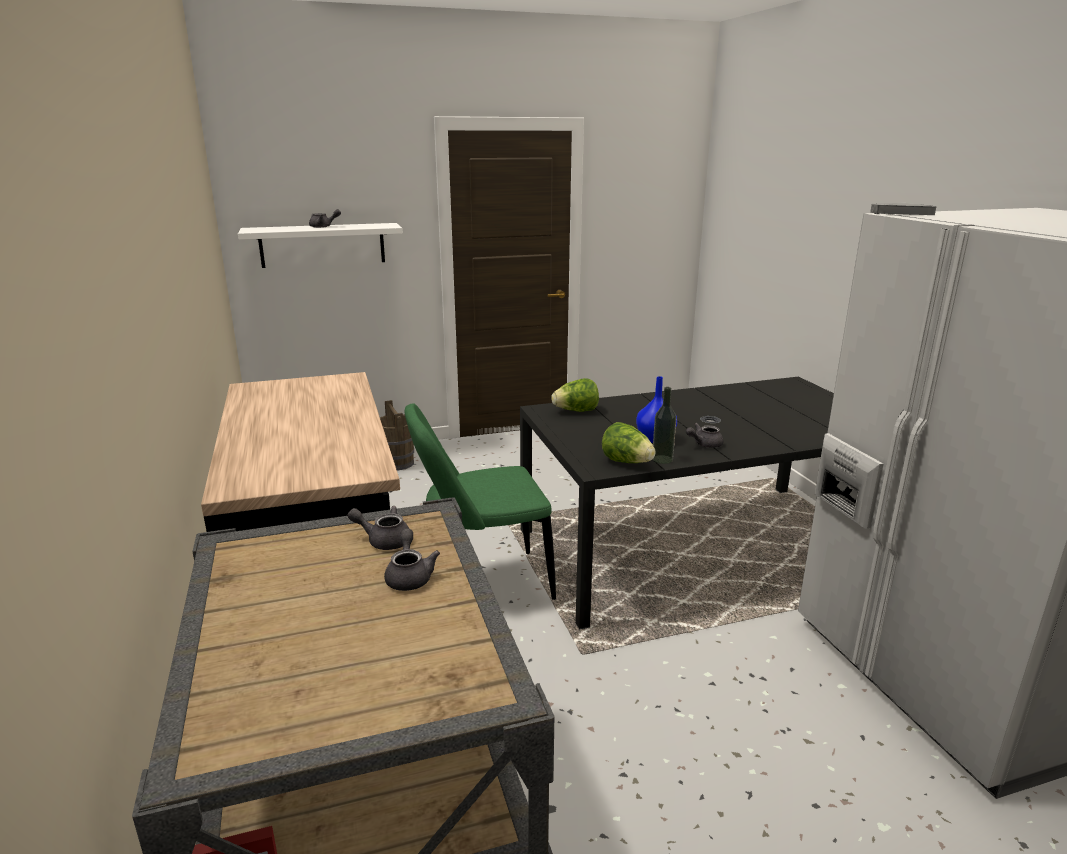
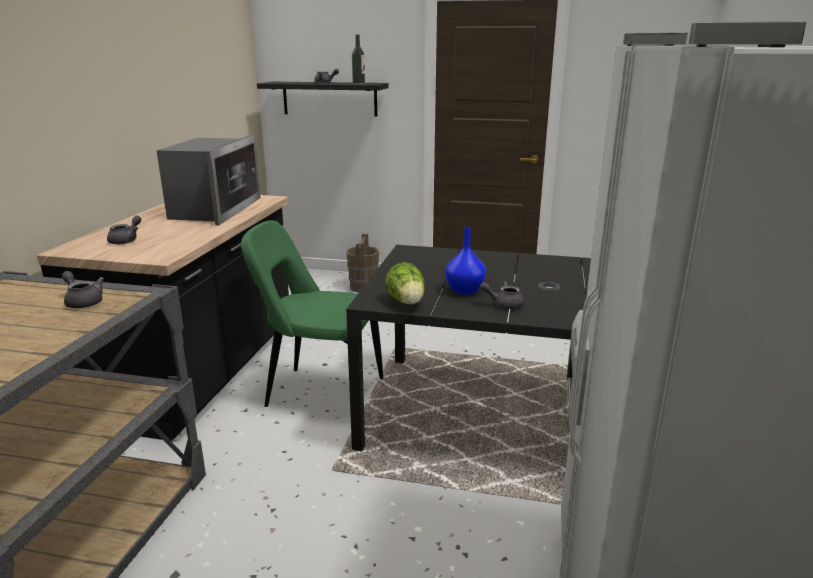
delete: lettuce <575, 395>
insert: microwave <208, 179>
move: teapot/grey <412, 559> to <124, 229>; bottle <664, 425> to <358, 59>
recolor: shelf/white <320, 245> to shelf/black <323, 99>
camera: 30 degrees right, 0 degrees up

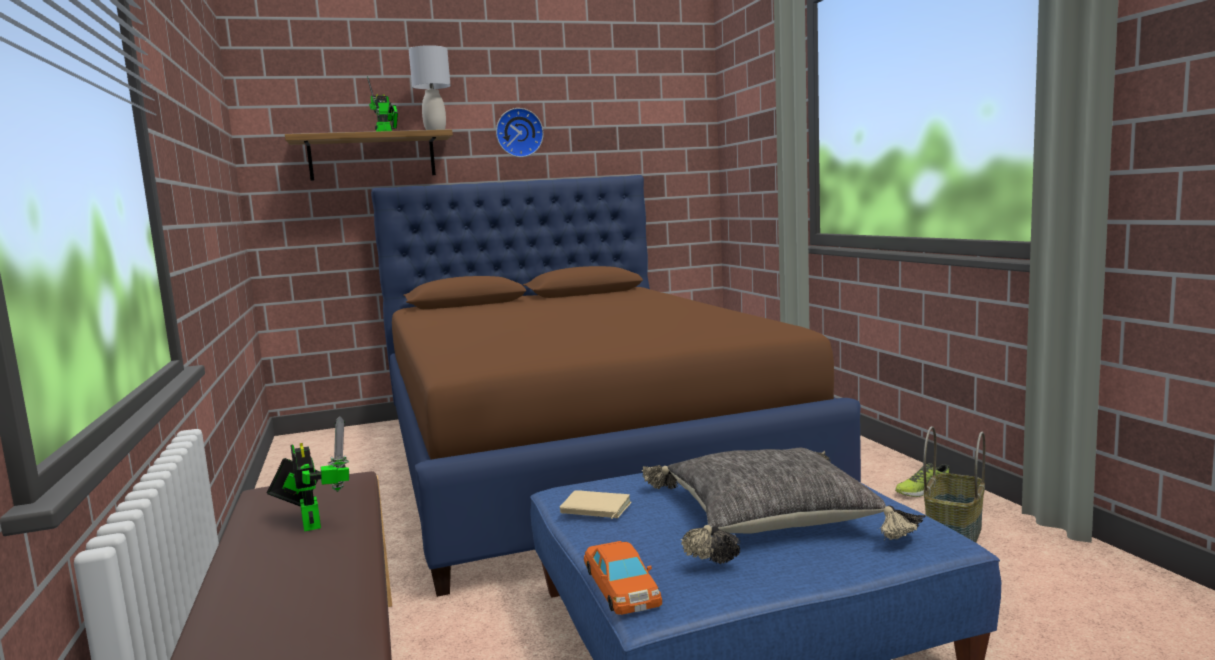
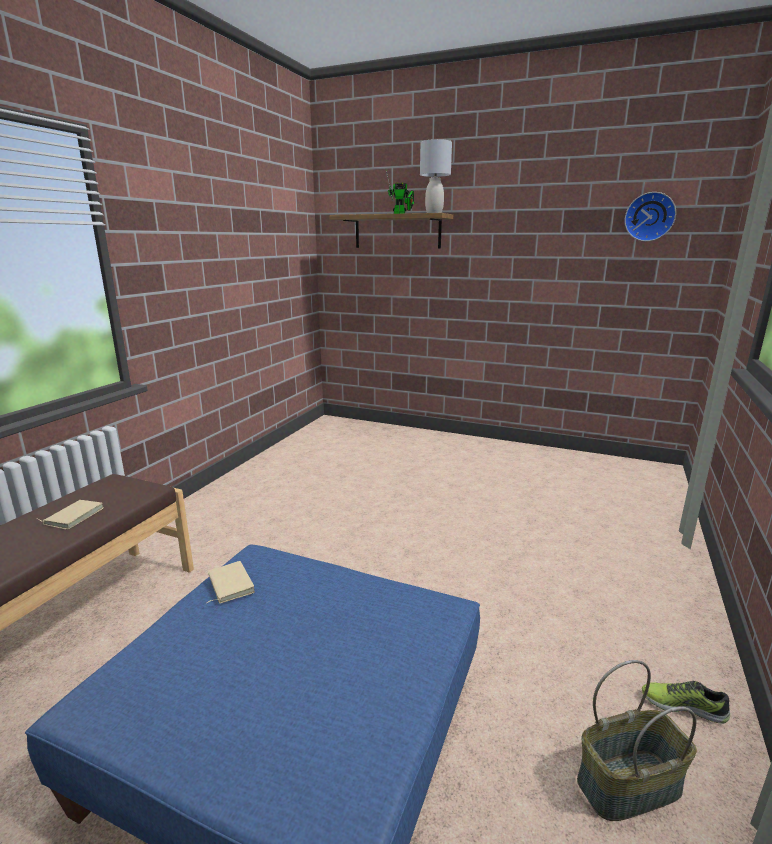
delete: bed/brown <616, 386>; toy car/orange <623, 578>; pillow <784, 505>
move: wall clock <520, 132> to <650, 216>
replace: toy robot <308, 474> to book/beige <70, 515>
camera: 40 degrees right, 10 degrees up

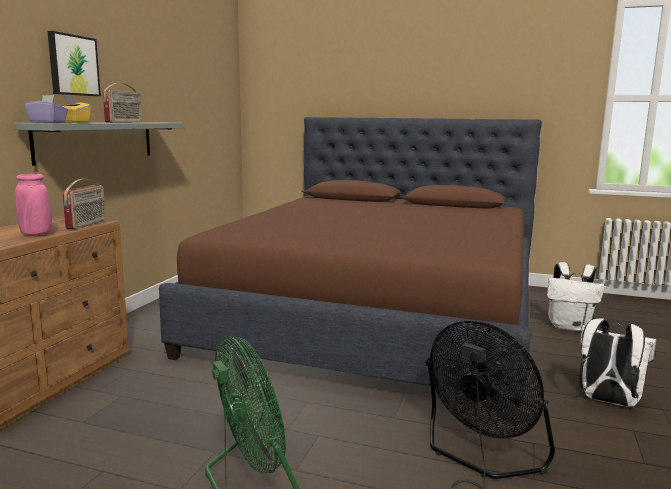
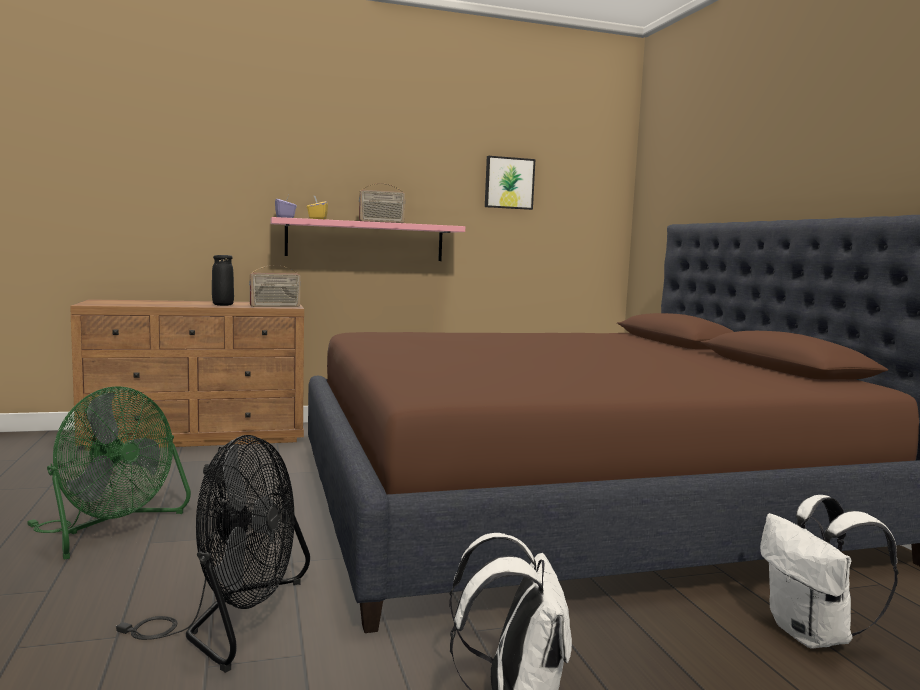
move: picture <74, 63> to <510, 183>
recolor: shelf/grey <99, 144> to shelf/pink <367, 239>; vase/pink <33, 204> to vase/black <223, 280>
camera: 55 degrees right, 5 degrees down

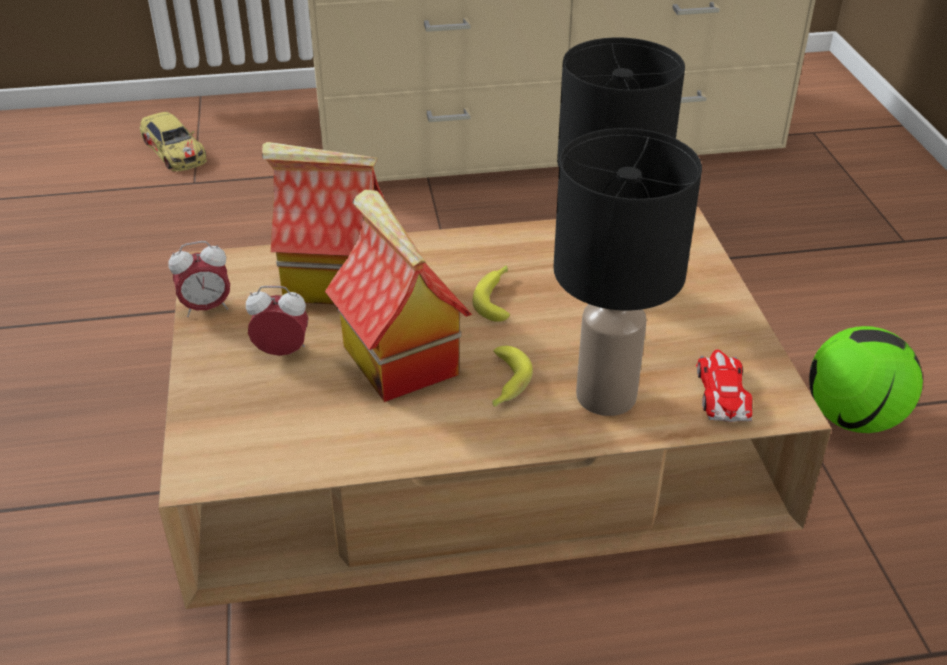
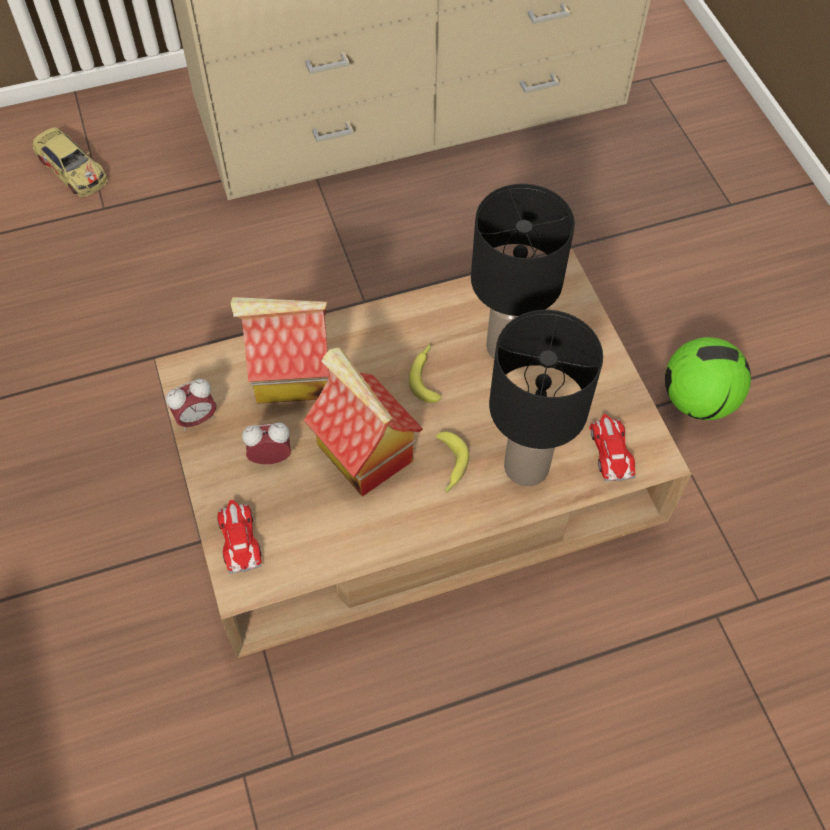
insert: toy car <239, 537>
camera: 10 degrees left, 20 degrees up

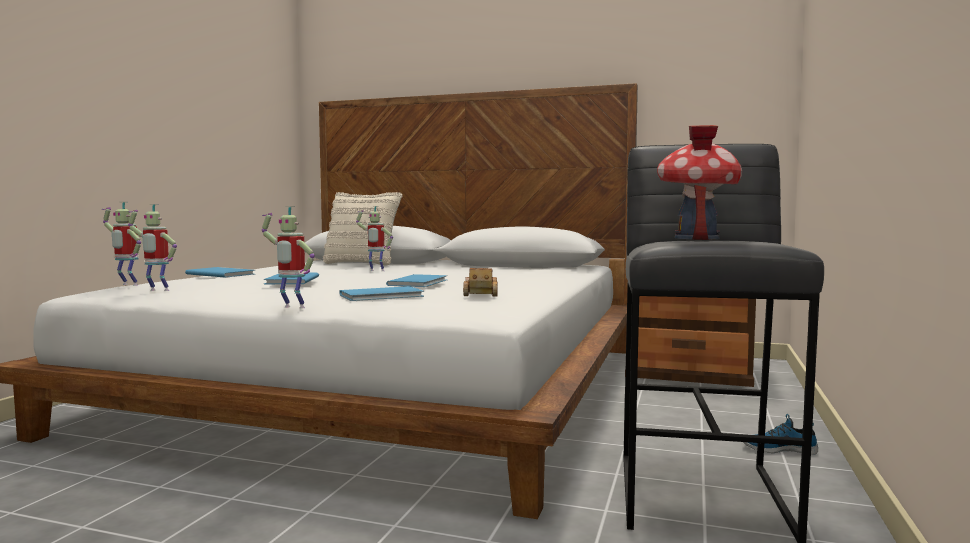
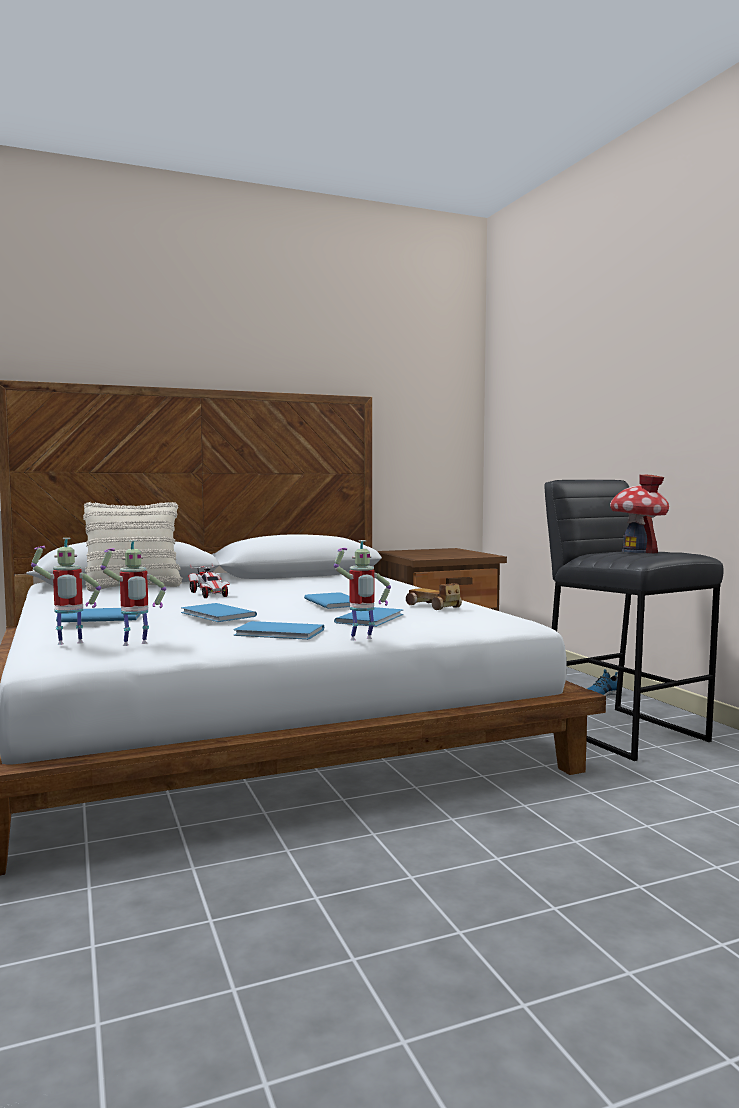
insert: book/blue <278, 630>
replace: toy robot <374, 238> to toy car <209, 581>
camera: 40 degrees left, 0 degrees up

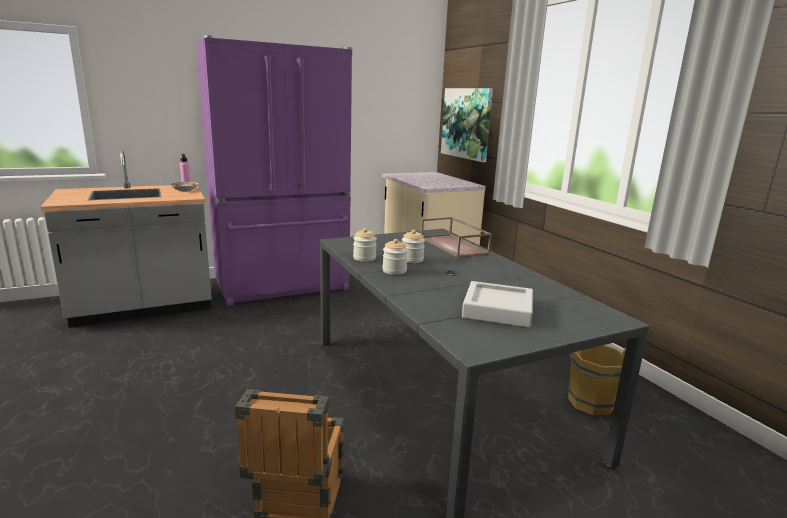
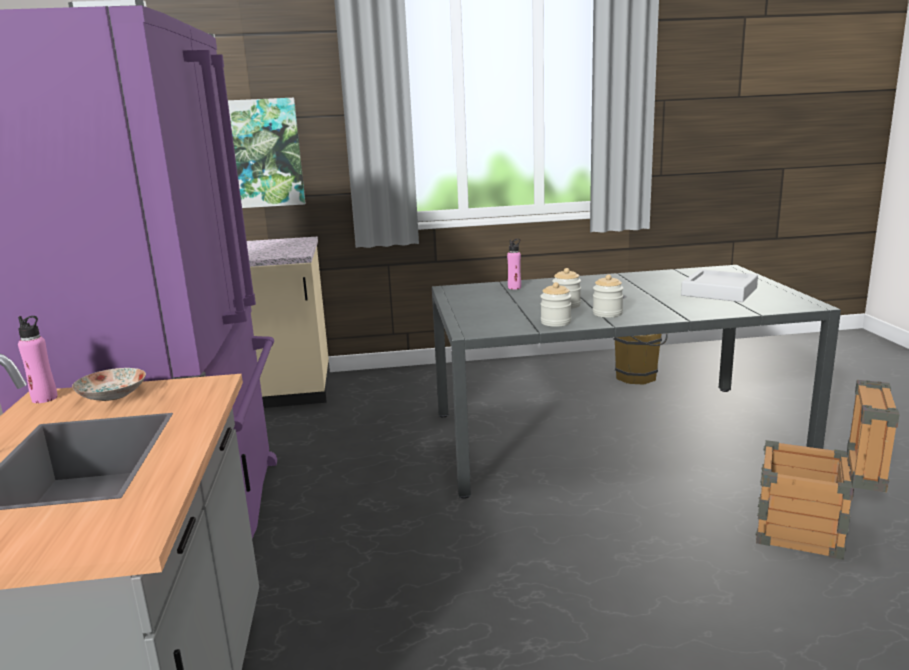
replace: tray/brown <456, 237> to bottle/pink <514, 264>
camera: 70 degrees left, 0 degrees up

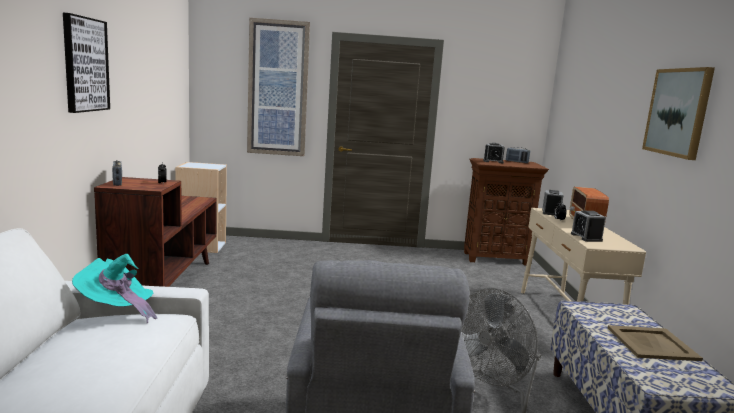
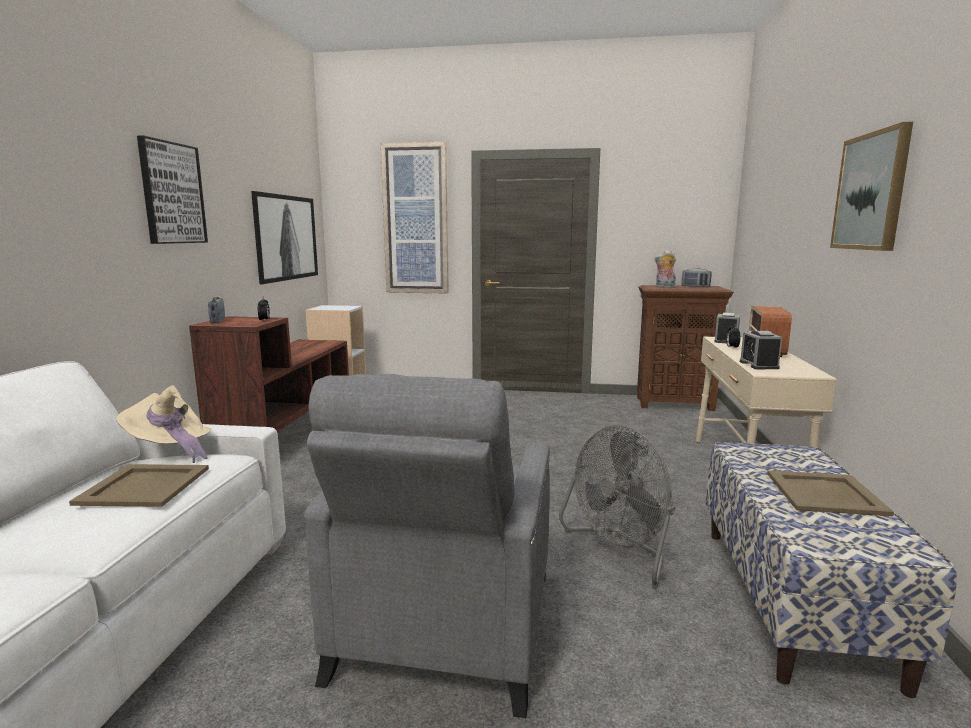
insert: tray/beige <139, 485>; picture <284, 237>
replace: alarm clock <494, 153> to plush toy <665, 269>
recolor: hat/turquoise <114, 288> to hat/beige <163, 424>
camera: 10 degrees right, 0 degrees up

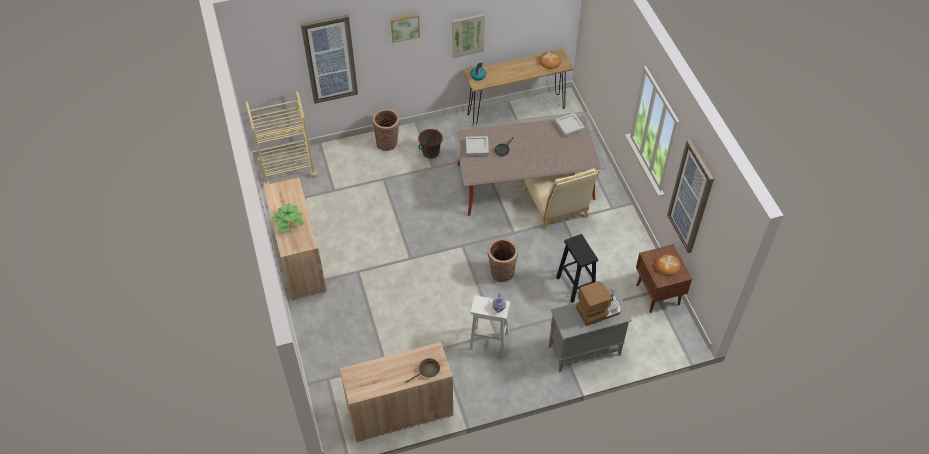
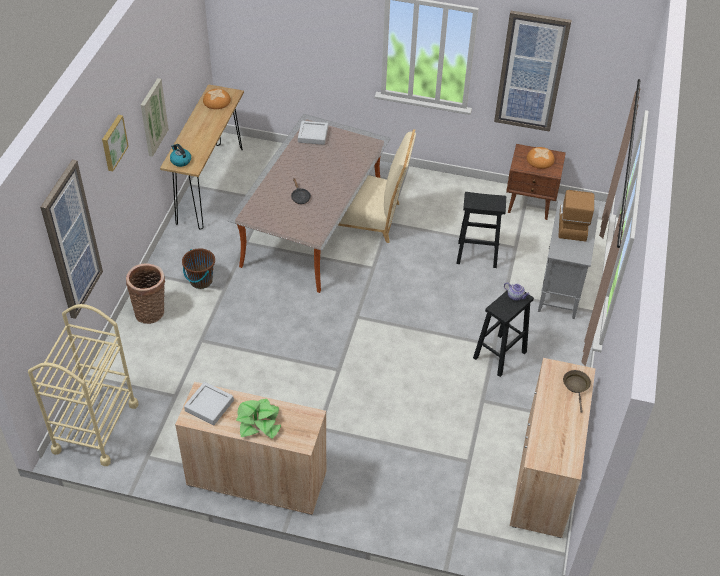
delete: basket <503, 260>
move: tray/grey <477, 146> to <209, 403>
recolor: stool/white <489, 325> to stool/black <503, 334>
camera: 60 degrees left, 5 degrees down

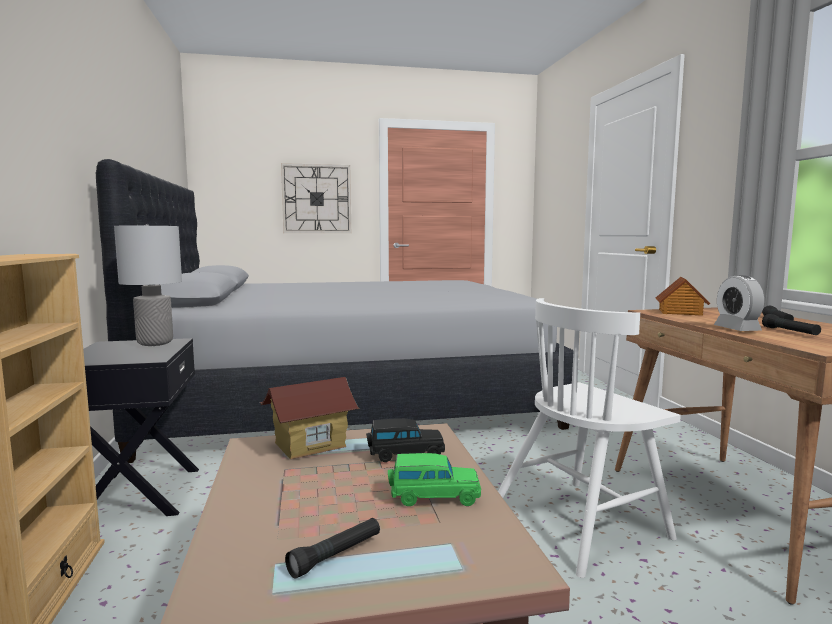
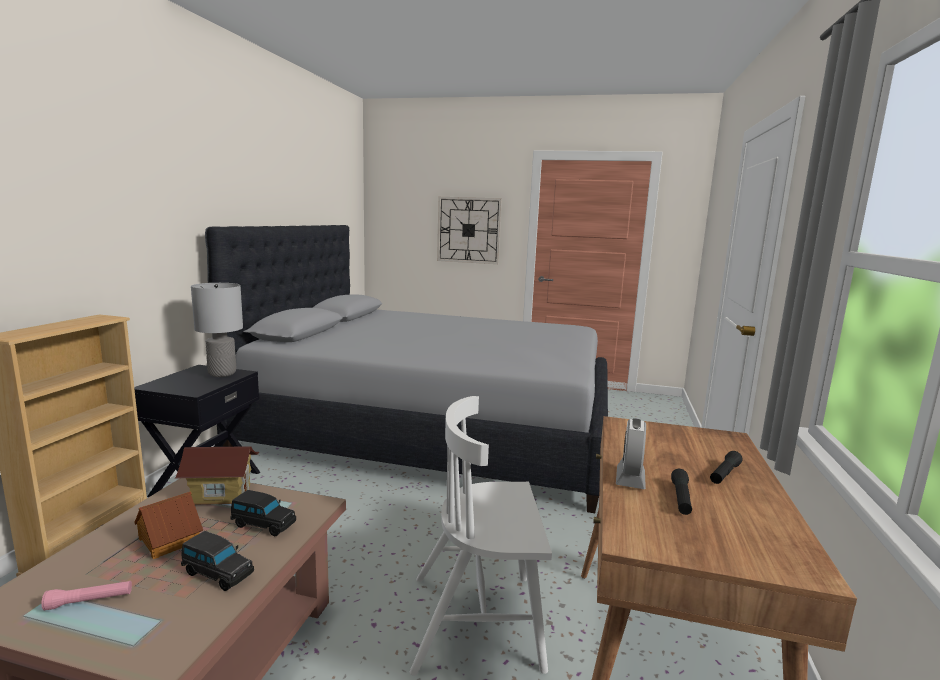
move: toy house <683, 296> to <168, 525>
recolor: flashlight/black <332, 548> to flashlight/pink <86, 595>; toy car/green <434, 479> to toy car/black <217, 561>
camera: 25 degrees right, 5 degrees up

